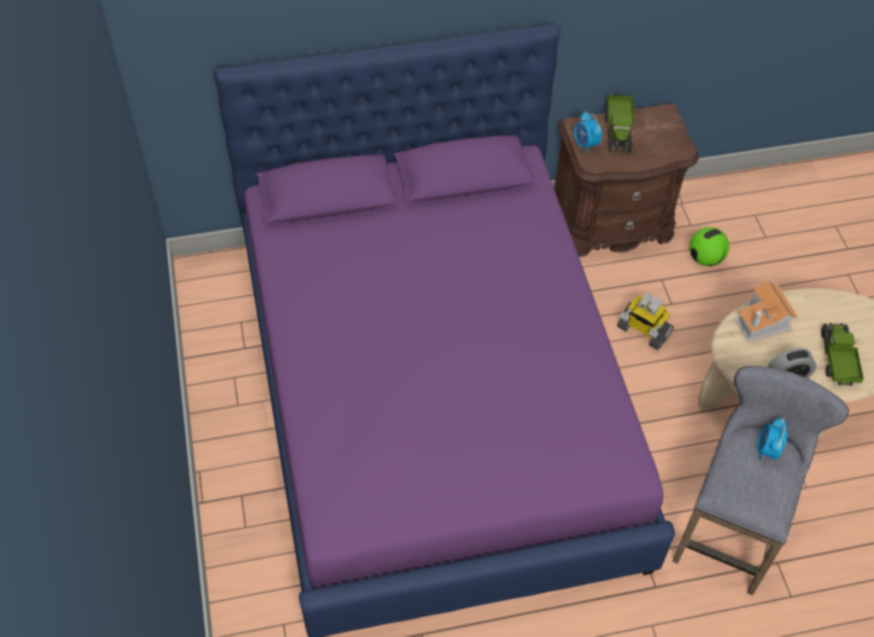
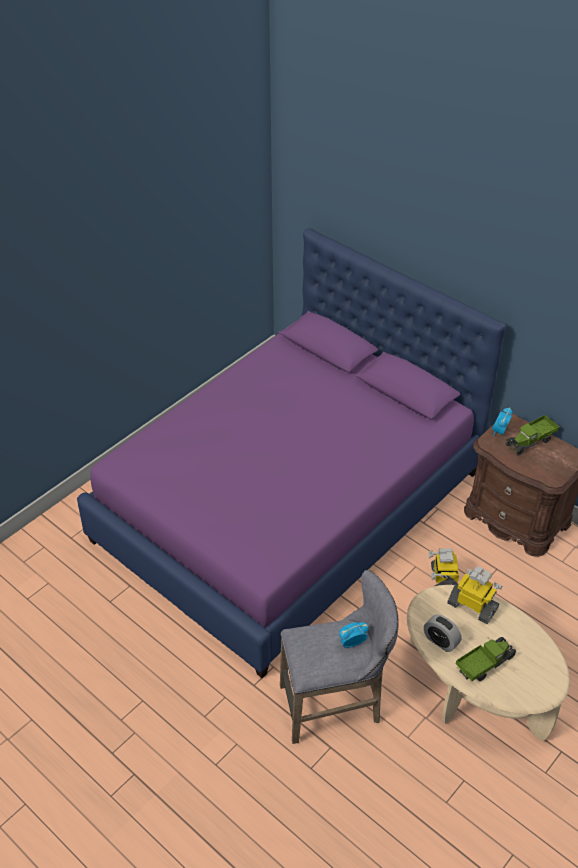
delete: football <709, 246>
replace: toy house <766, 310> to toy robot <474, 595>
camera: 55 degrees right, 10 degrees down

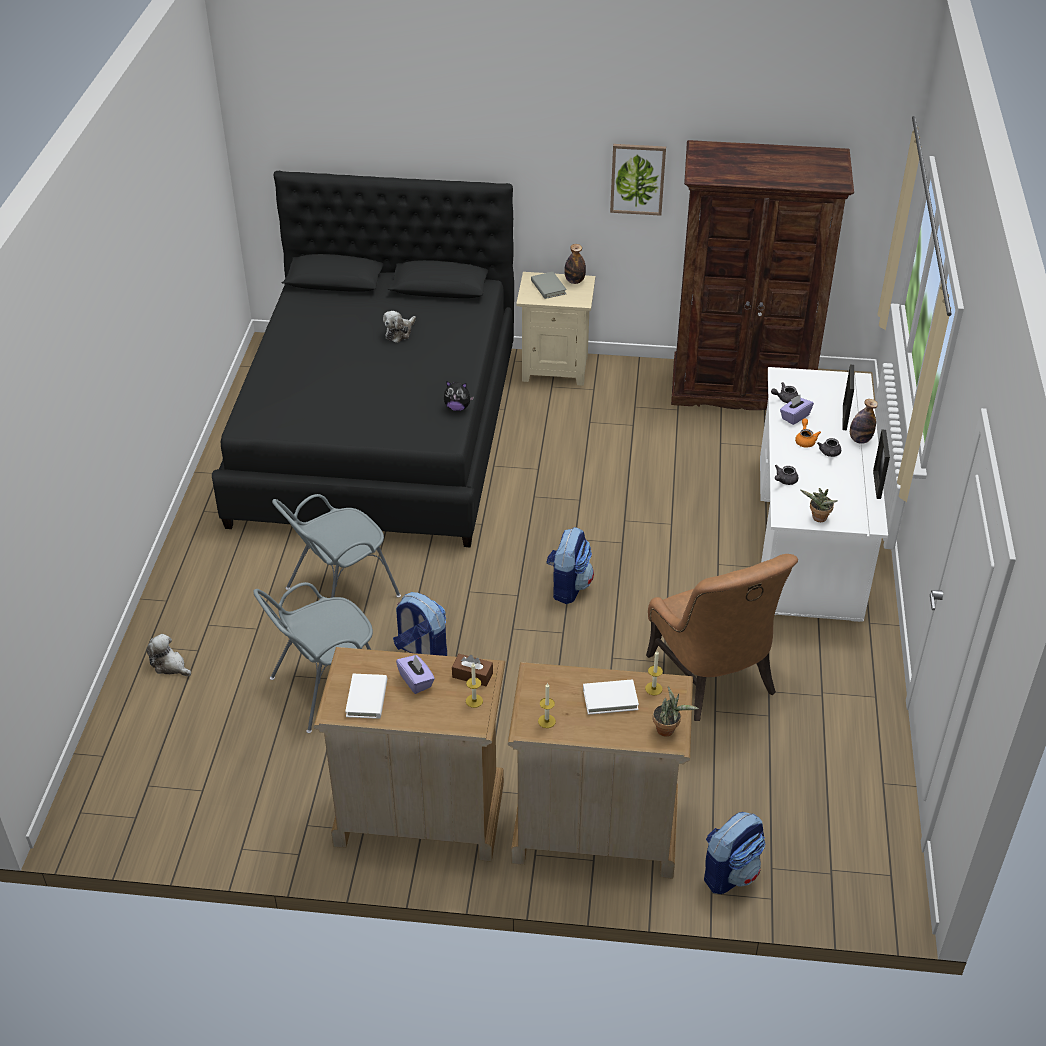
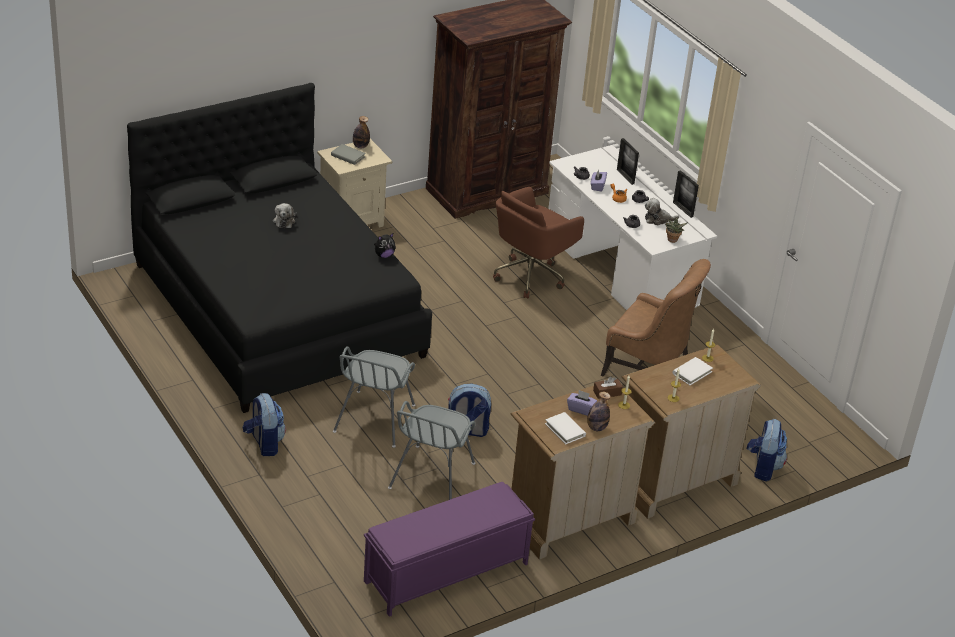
delete: picture <638, 180>; potted plant <676, 711>
insert: bench/purple <449, 549>; office chair/brown <538, 242>
move: plush toy <168, 655> to <662, 211>; backpack <570, 565> to <264, 424>; bottle <864, 421> to <599, 411>
camera: 40 degrees left, 5 degrees down

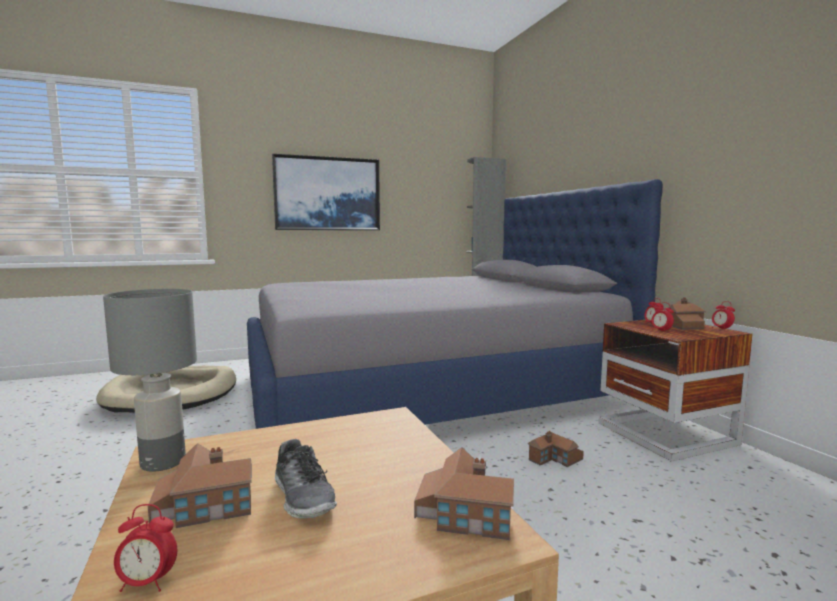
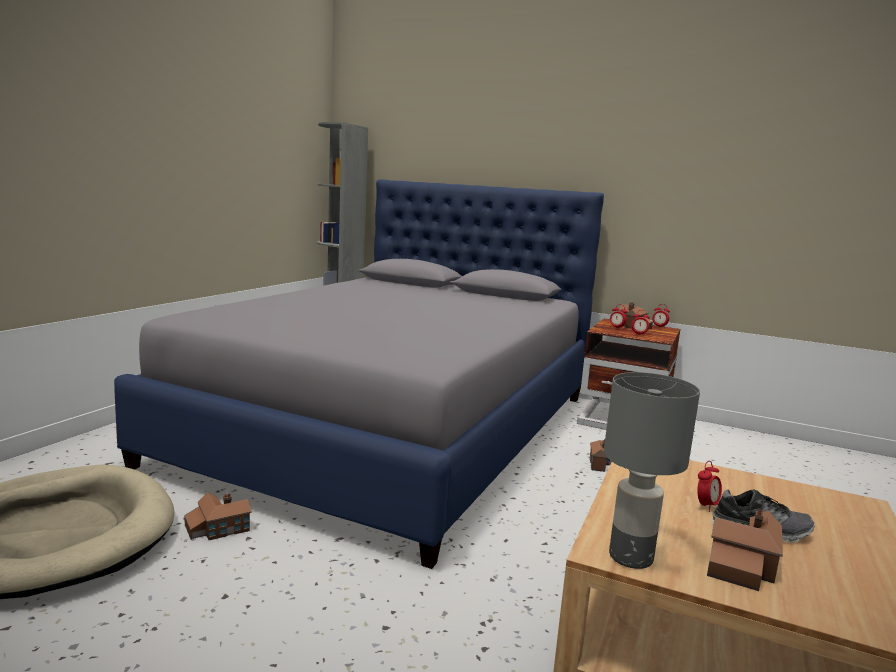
delete: picture <326, 192>
move: alarm clock <145, 548> to <709, 486>; toy house <464, 493> to <217, 516>
camera: 45 degrees left, 5 degrees up

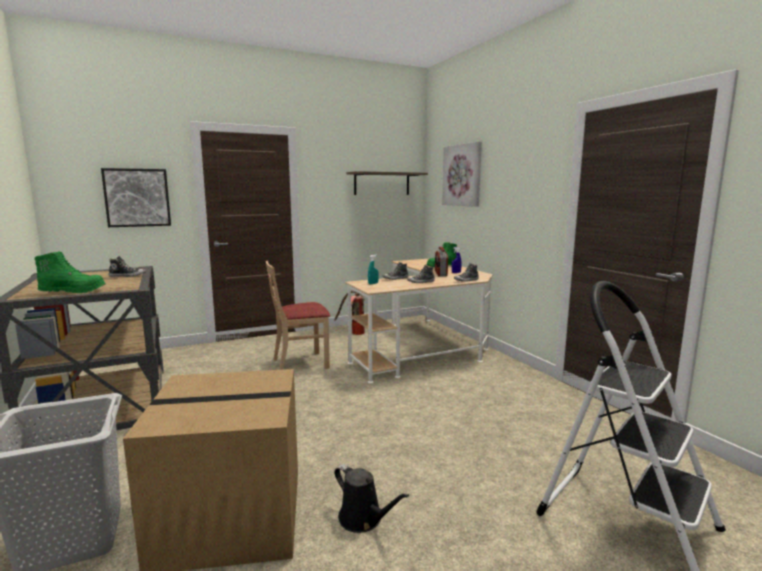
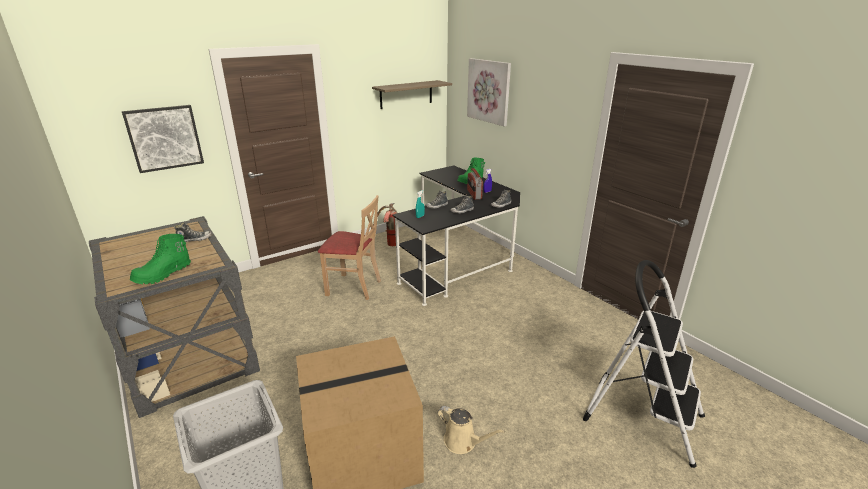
recolor: watering can/black <372, 498> to watering can/beige <471, 430>; desk/beige <419, 321> to desk/black <456, 236>
rotate: boot/green <70, 272> = <160, 259> 150 degrees clockwise; chair/beige <298, 315> = <349, 247> 135 degrees counterclockwise
camera: 10 degrees left, 15 degrees up

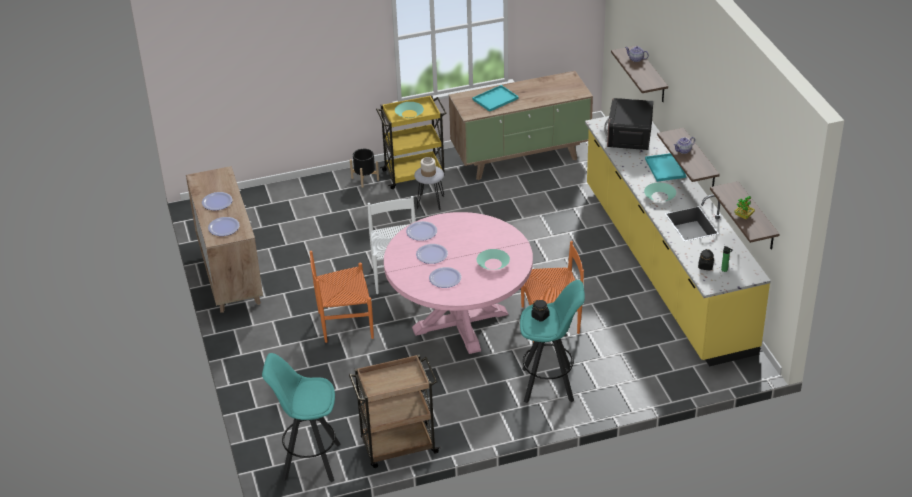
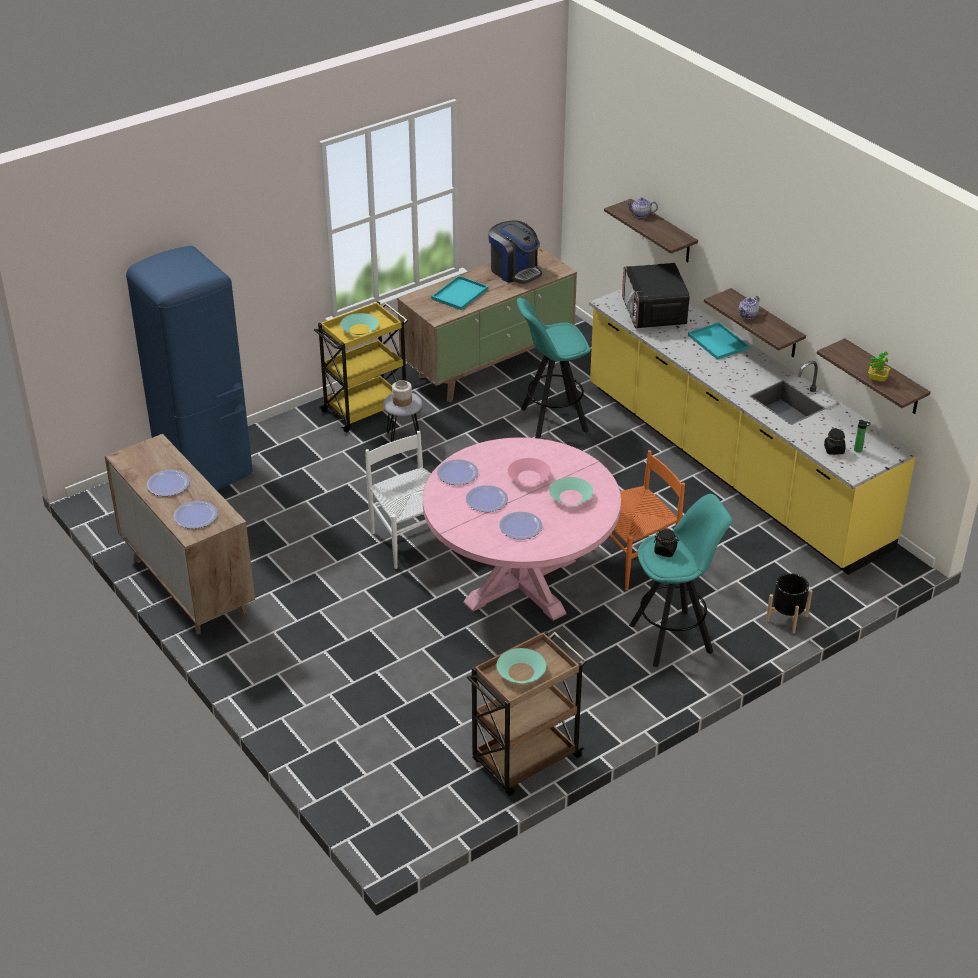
delete: chair/orange <342, 297>
insert: fridge/blue <189, 368>; coffee machine <515, 252>; bowl/pink <529, 471>
move: stool/turquoise <301, 417> to <553, 368>; planter/black <364, 168> to <789, 603>; bowl/turquoise <660, 192> to <521, 665>
camera: 20 degrees left, 0 degrees up

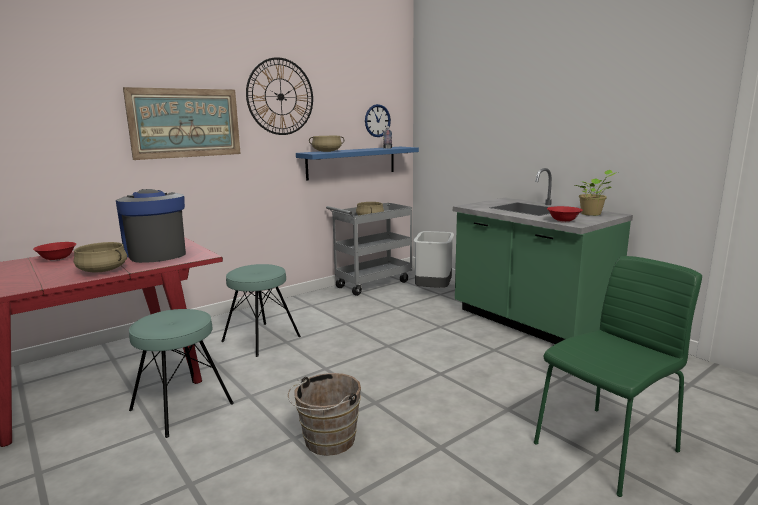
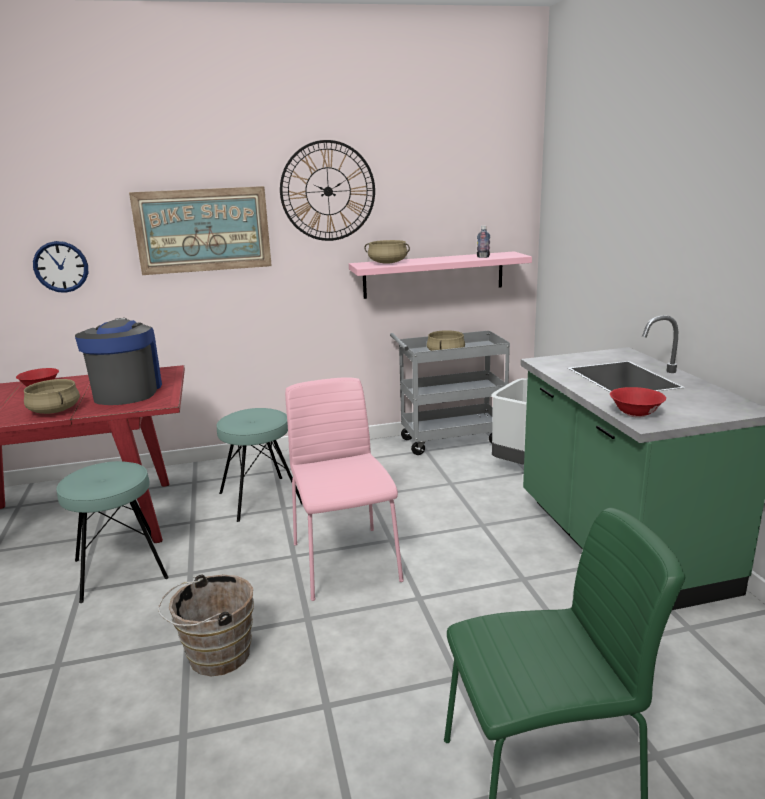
delete: potted plant <596, 193>
insert: chair/pink <344, 489>
move: wall clock <378, 120> to <60, 267>
recolor: shelf/blue <357, 163> to shelf/pink <440, 275>
camera: 25 degrees right, 5 degrees up

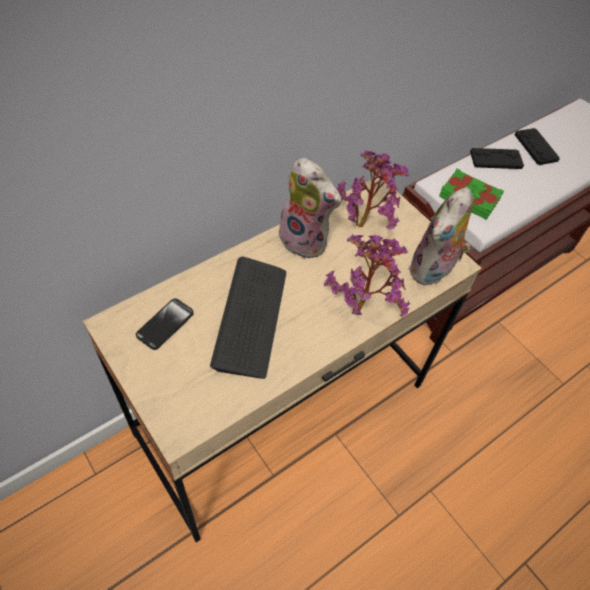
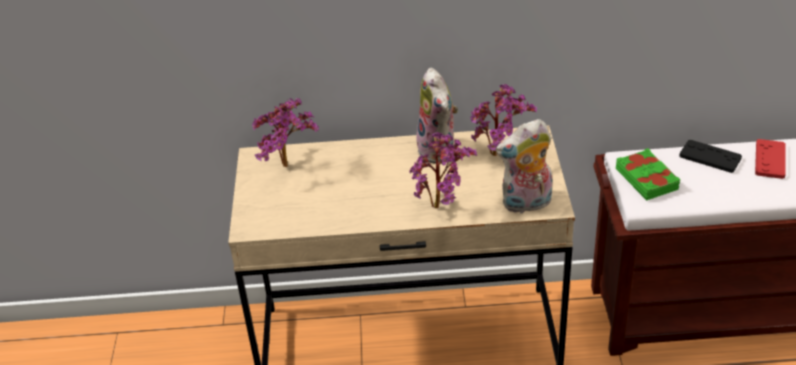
delete: keyboard <248, 318>
replace: phone <164, 324> to potted plant <285, 132>
recolor: game controller/black <537, 146> to game controller/red <770, 159>
camera: 40 degrees right, 15 degrees down

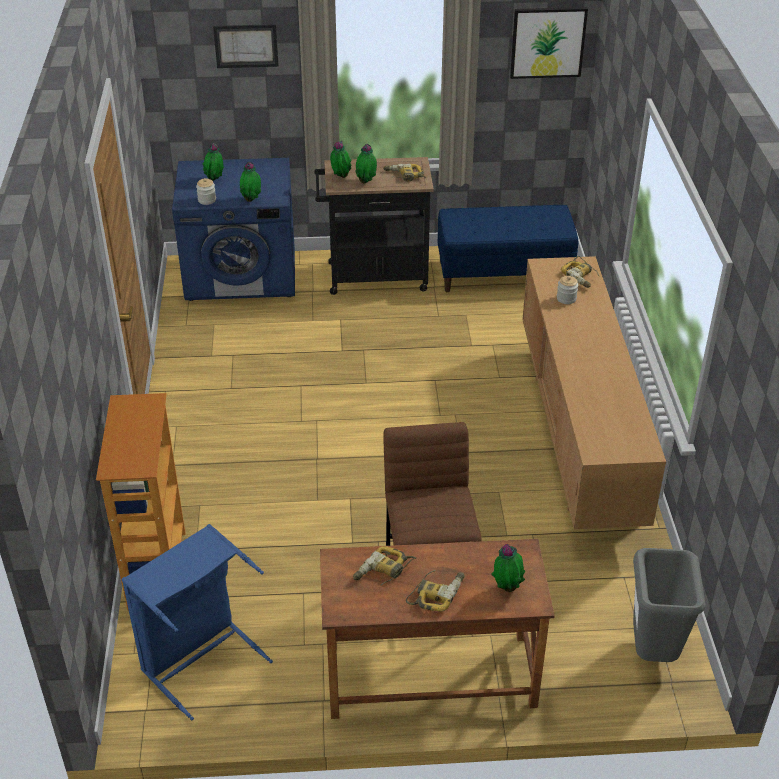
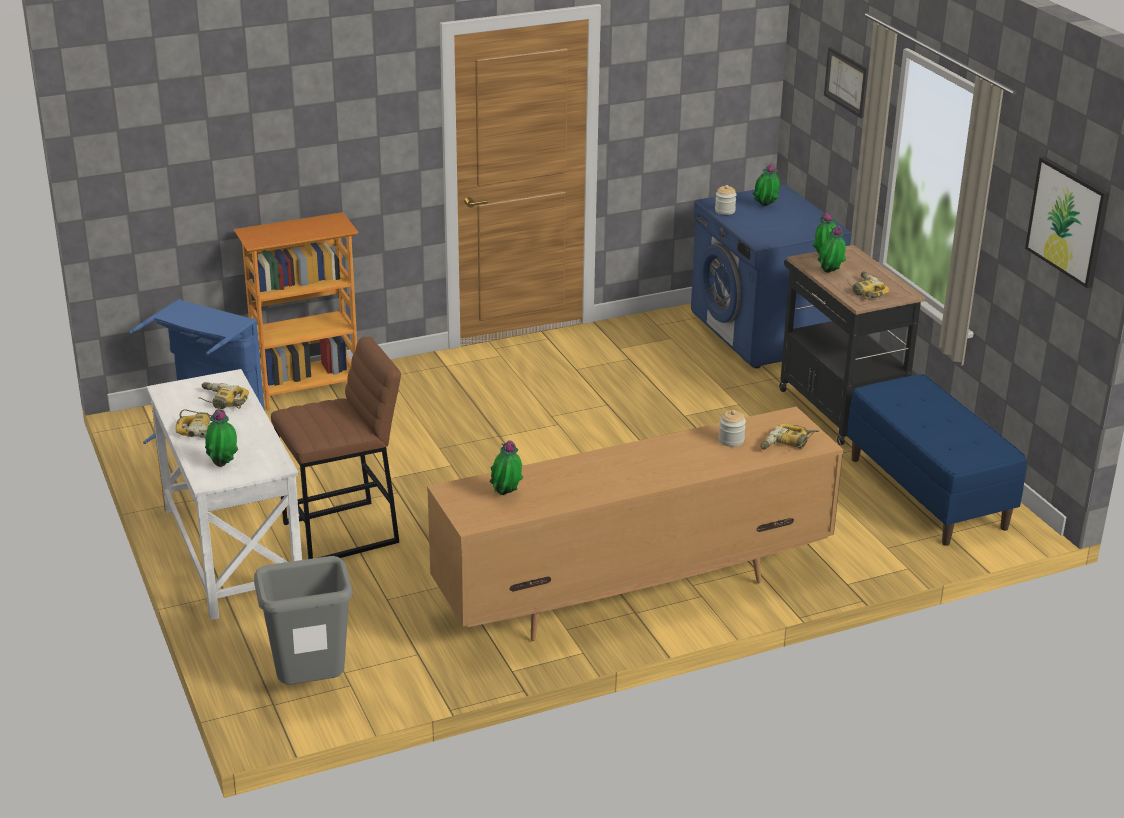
move: potted plant <250, 182> to <506, 467>
recolor: desk/brown <437, 629> to desk/white <224, 494>
camera: 70 degrees right, 10 degrees down

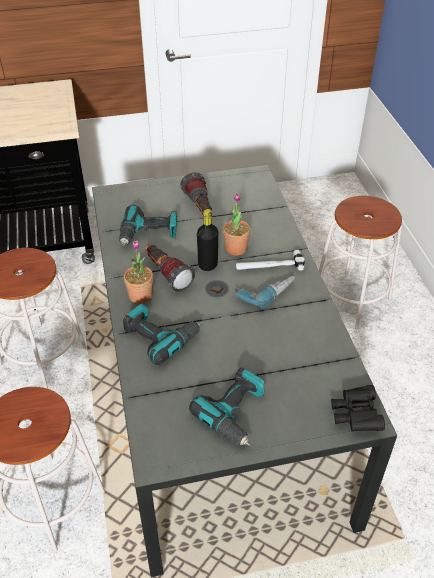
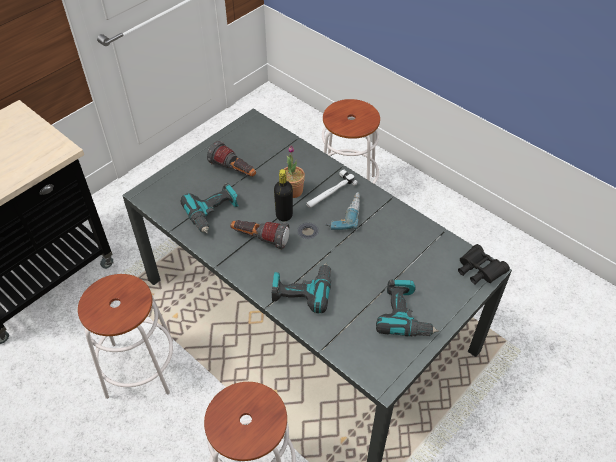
delete: potted plant <138, 272>
camera: 35 degrees left, 5 degrees up

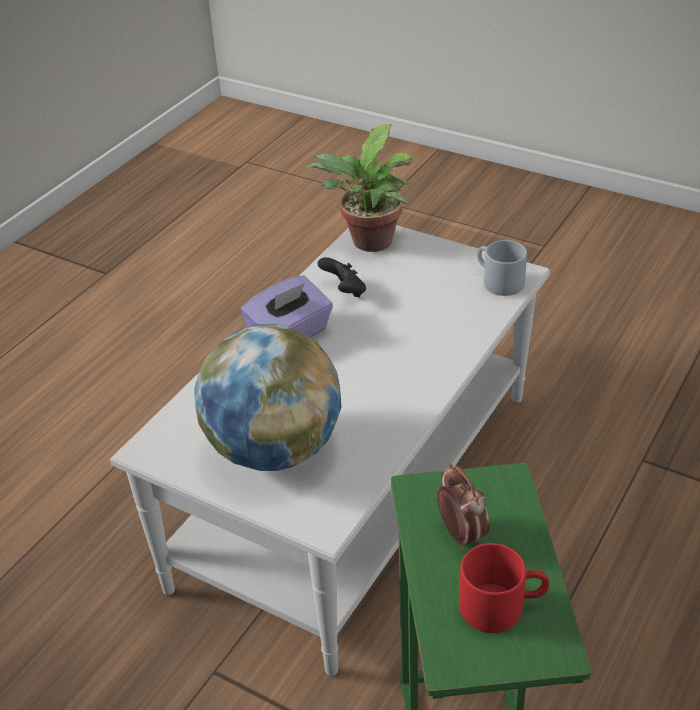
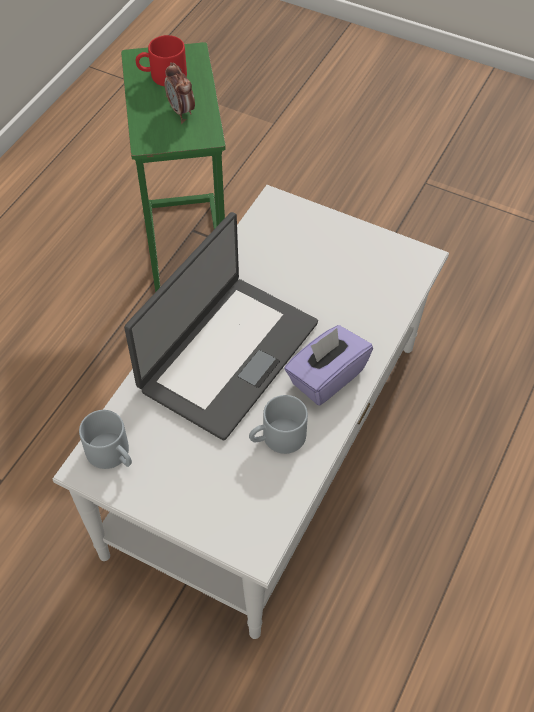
delete: globe <267, 397>; potted plant <359, 188>
insert: laptop <221, 326>
replace: game controller/black <342, 277> to mug/grey <278, 424>
camera: 175 degrees right, 15 degrees up

